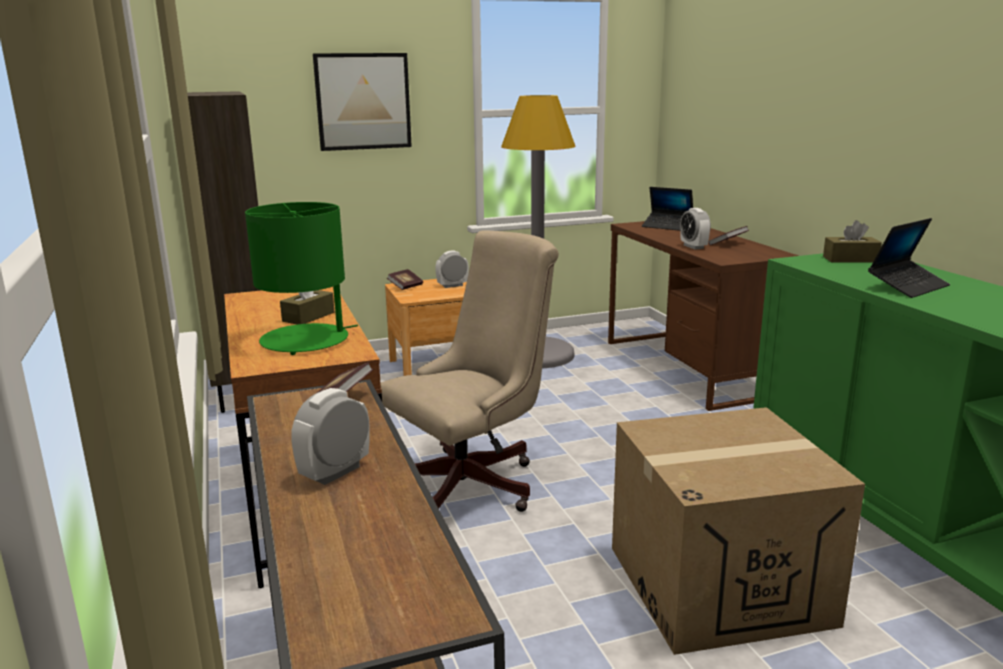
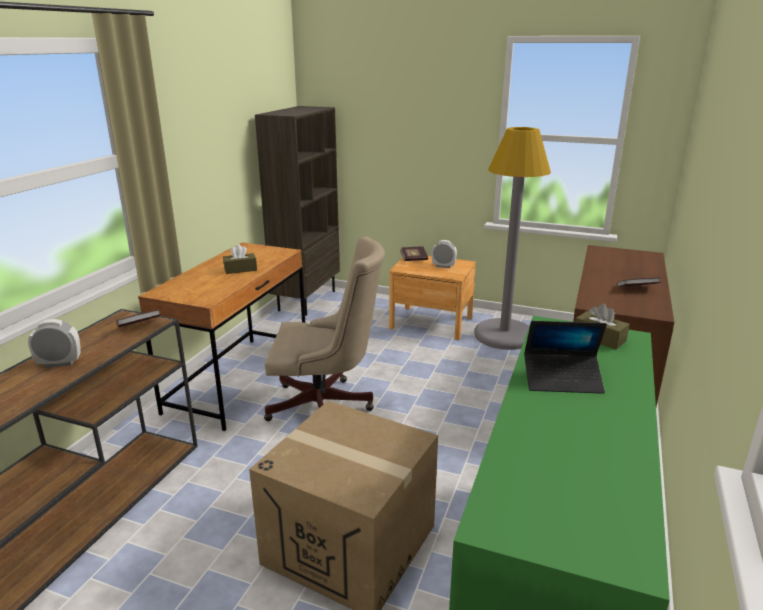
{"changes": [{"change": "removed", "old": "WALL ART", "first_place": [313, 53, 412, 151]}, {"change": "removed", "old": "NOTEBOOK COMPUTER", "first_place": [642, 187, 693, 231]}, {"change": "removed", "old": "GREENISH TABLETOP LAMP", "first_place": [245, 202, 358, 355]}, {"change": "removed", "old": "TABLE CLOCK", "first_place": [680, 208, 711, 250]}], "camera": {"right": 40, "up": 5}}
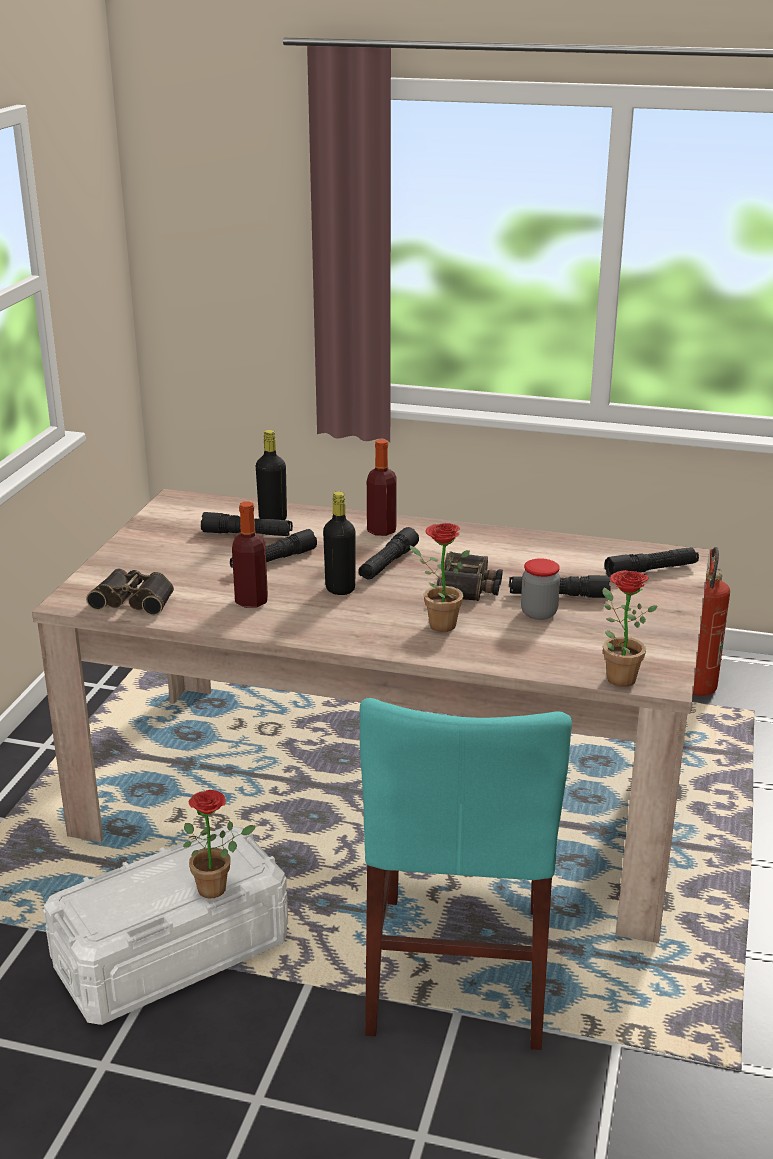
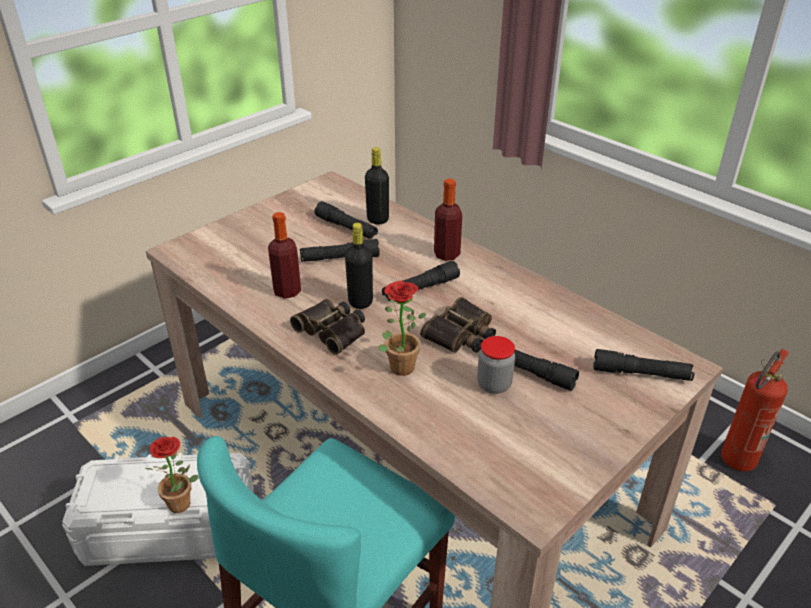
{"changes": [{"change": "moved", "old": "FIELD GLASSES", "first_place": [86, 569, 174, 616], "second_place": [290, 299, 365, 355]}, {"change": "removed", "old": "PLANT IN A POT", "first_place": [603, 570, 658, 687]}], "camera": {"right": 30, "up": 10}}
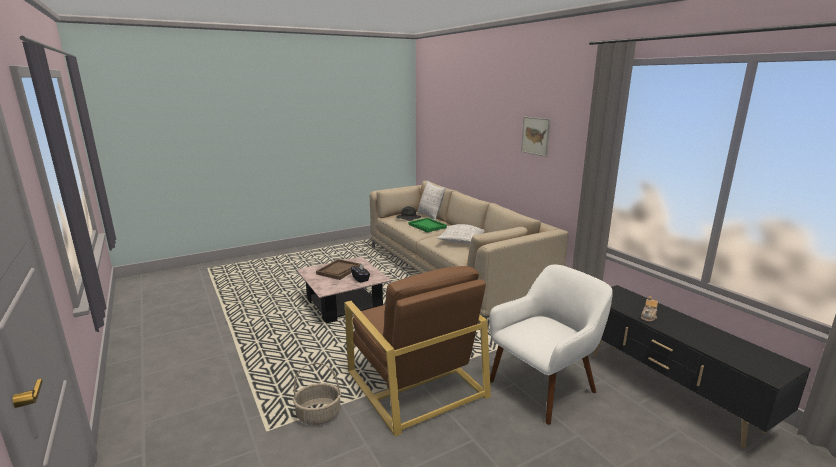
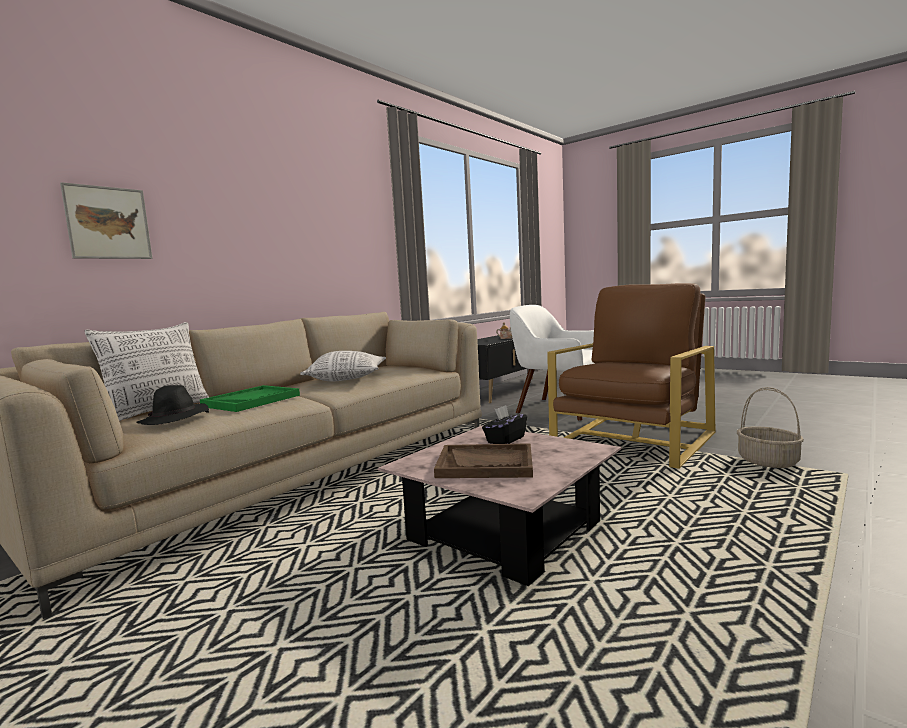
{"changes": [{"change": "moved", "old": "WALL ART", "first_place": [521, 117, 551, 157], "second_place": [60, 182, 153, 259]}], "camera": {"right": -110, "up": -10}}
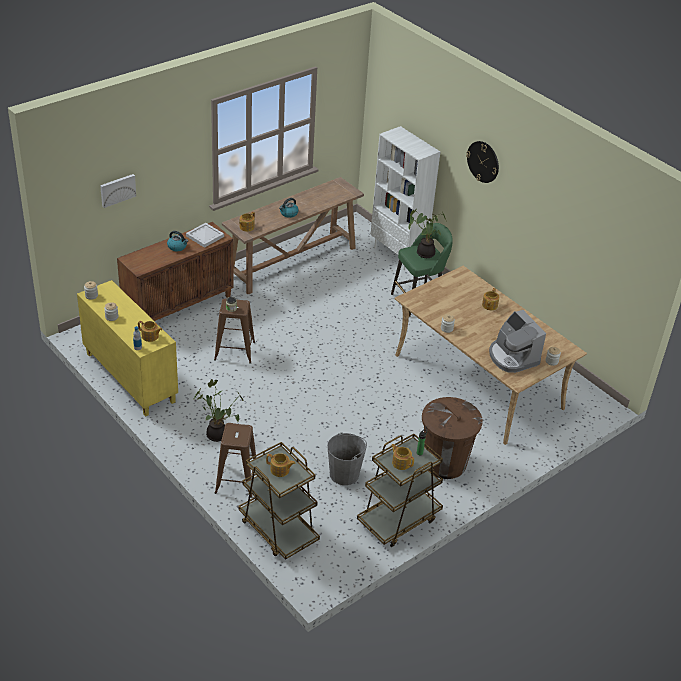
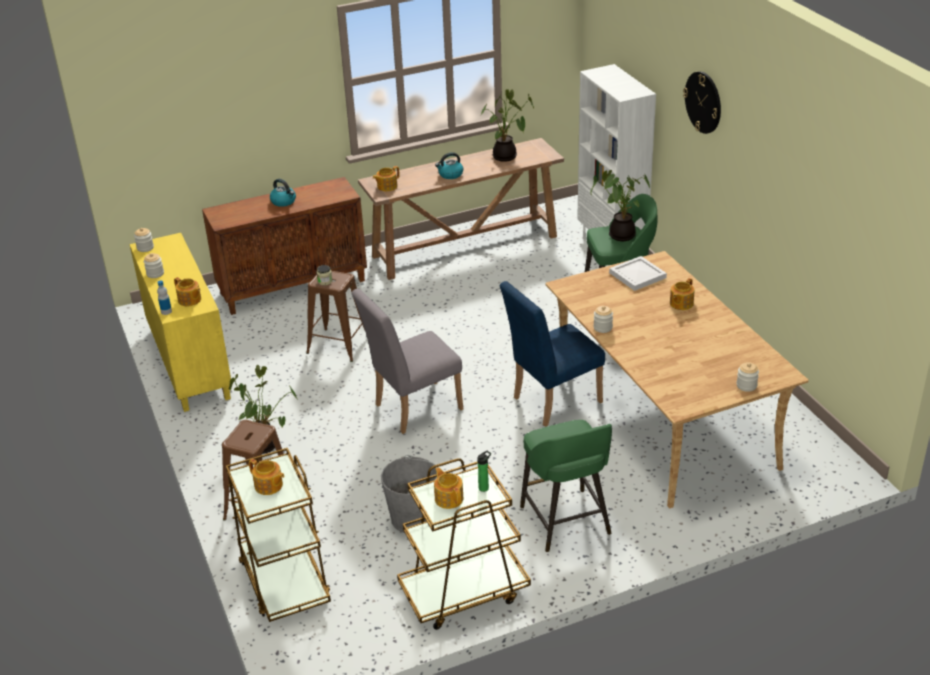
{"changes": [{"change": "removed", "old": "WALL ART", "first_place": [100, 174, 136, 208]}, {"change": "moved", "old": "WHITE-COLOURED TRAY", "first_place": [186, 223, 224, 248], "second_place": [609, 256, 667, 291]}, {"change": "removed", "old": "COFFEE MACHINE", "first_place": [489, 310, 546, 373]}, {"change": "replaced", "old": "BROWN RUBBISH BIN", "new": "GREENISH SITTING STOOL", "first_place": [422, 397, 483, 479], "second_place": [520, 420, 612, 552]}, {"change": "added", "new": "PLANT IN A POT", "second_place": [481, 89, 534, 162]}, {"change": "added", "new": "BLUISH UPRIGHT CHAIR", "second_place": [499, 281, 605, 427]}, {"change": "added", "new": "GRAY UPRIGHT CHAIR", "second_place": [351, 288, 463, 434]}], "camera": {"right": 20, "up": -5}}
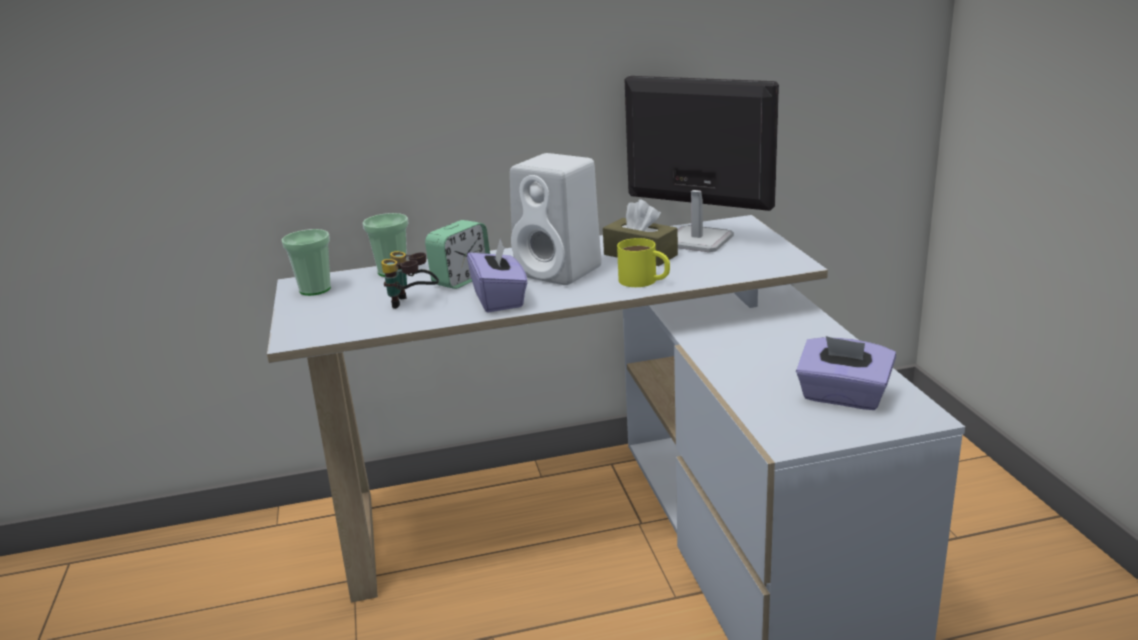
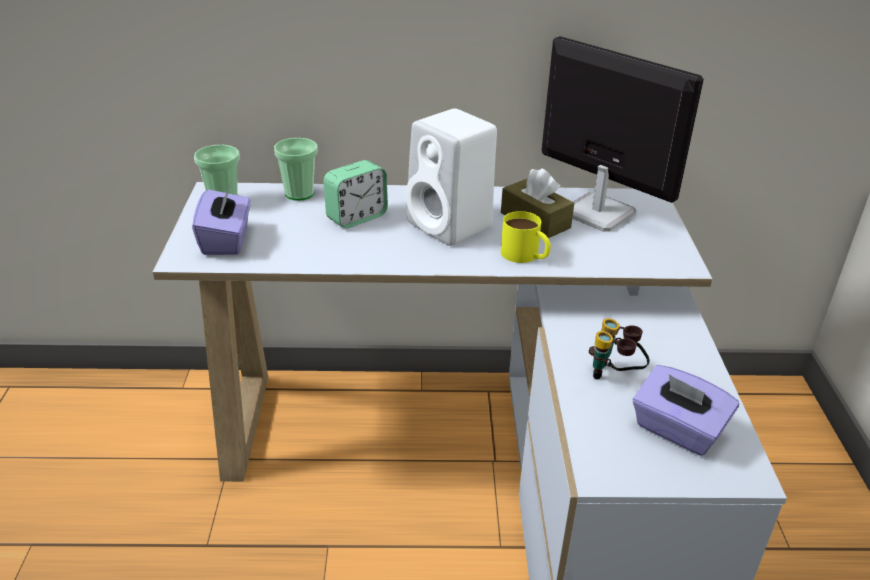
{"changes": [{"change": "moved", "old": "PURPLISH TISSUE HOLDER", "first_place": [467, 240, 528, 312], "second_place": [192, 185, 251, 255]}, {"change": "moved", "old": "FIELD GLASSES", "first_place": [381, 251, 439, 309], "second_place": [589, 318, 650, 379]}], "camera": {"right": 10, "up": 10}}
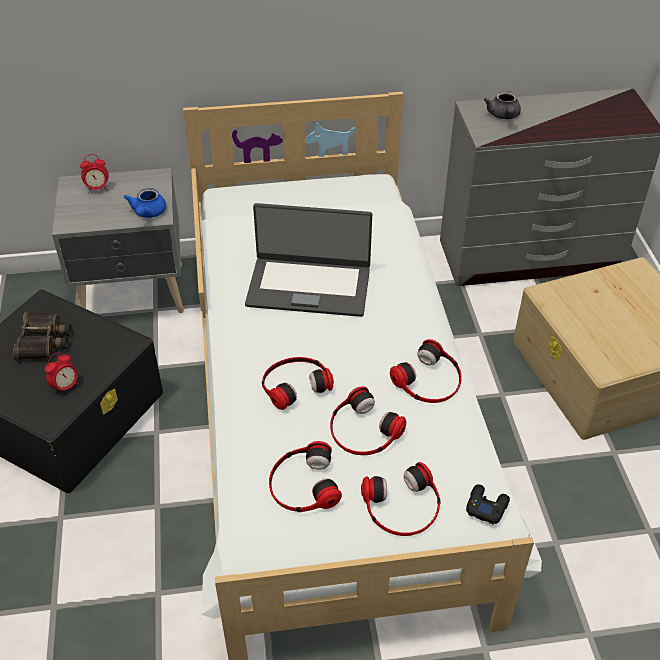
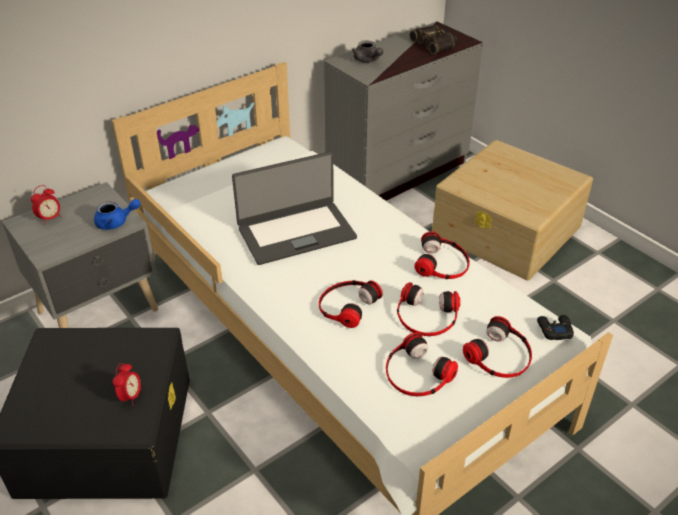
{"changes": [{"change": "turned", "old": "BLUISH POT FOR TEA", "first_place": [124, 188, 166, 218], "second_place": [94, 199, 141, 230], "degrees": -75}, {"change": "moved", "old": "FIELD GLASSES", "first_place": [13, 312, 72, 360], "second_place": [410, 25, 457, 55]}], "camera": {"right": -30, "up": -5}}
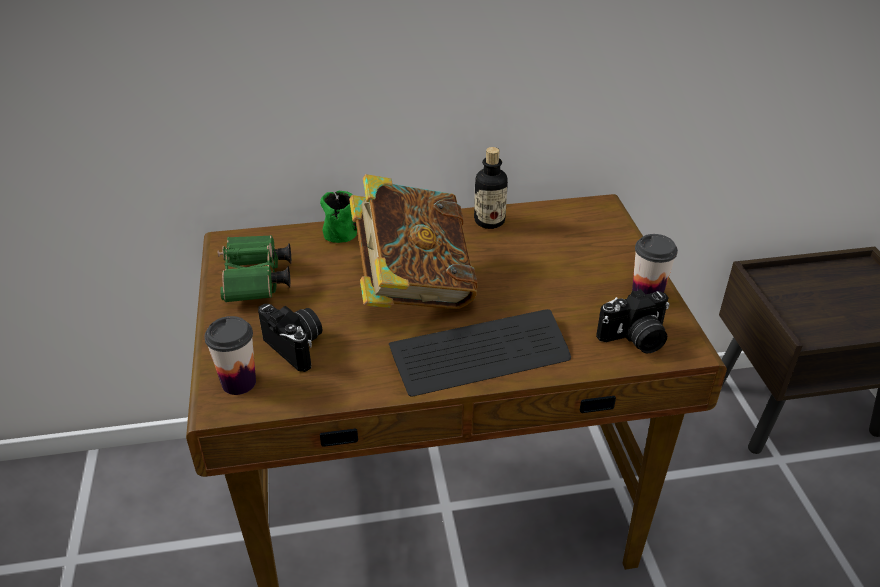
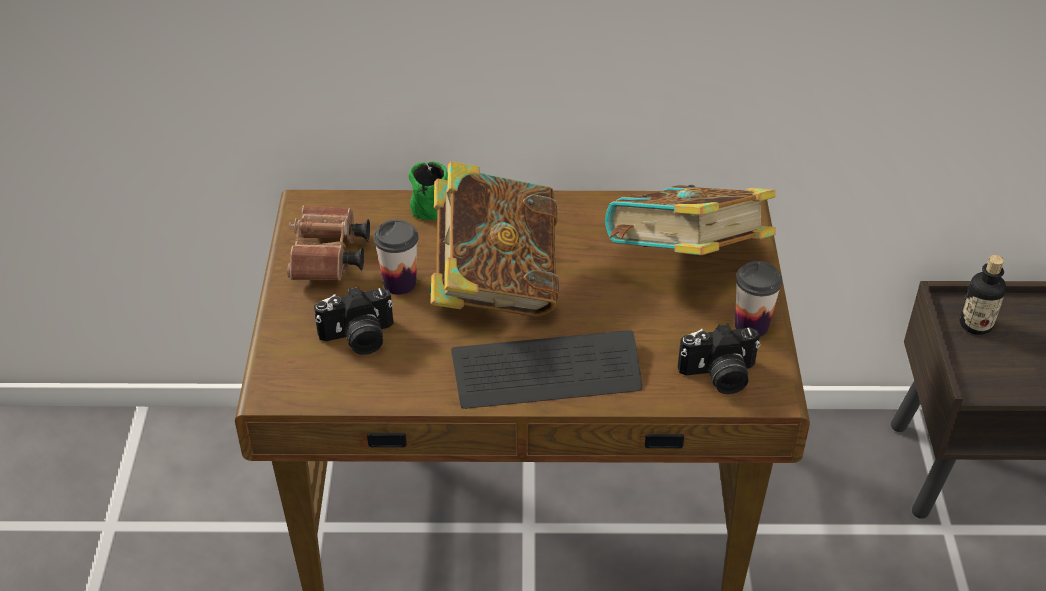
{"changes": [{"change": "moved", "old": "DRINK BOTTLE", "first_place": [474, 147, 508, 229], "second_place": [959, 255, 1006, 335]}, {"change": "recoloured", "old": "GREENISH FIELD GLASSES", "new": "BROWN FIELD GLASSES", "first_place": [218, 235, 291, 303], "second_place": [287, 205, 370, 281]}, {"change": "turned", "old": "PHOTO CAMERA", "first_place": [258, 304, 322, 372], "second_place": [314, 286, 393, 355], "degrees": 105}, {"change": "moved", "old": "SMALL CUP", "first_place": [204, 316, 256, 395], "second_place": [374, 219, 418, 295]}, {"change": "added", "new": "VOLUME", "second_place": [605, 185, 776, 255]}], "camera": {"right": 10, "up": 5}}
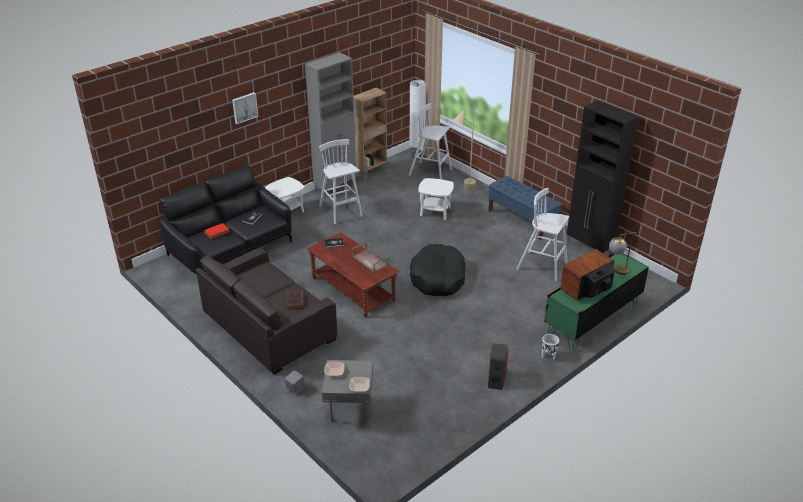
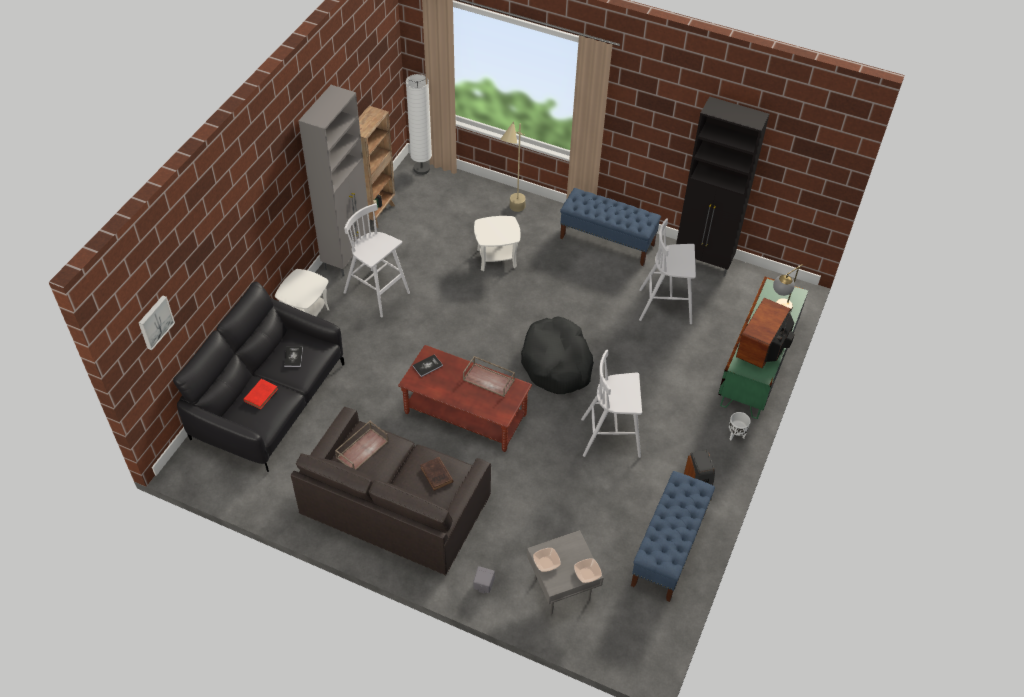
{"changes": [{"change": "moved", "old": "WALL ART", "first_place": [232, 92, 259, 124], "second_place": [139, 295, 175, 350]}, {"change": "moved", "old": "WHITE-COLOURED SITTING STOOL", "first_place": [409, 103, 452, 179], "second_place": [581, 349, 642, 458]}, {"change": "added", "new": "BROWN TRAY", "second_place": [335, 421, 389, 470]}, {"change": "added", "new": "BLUISH LONG SEAT", "second_place": [631, 471, 715, 602]}], "camera": {"right": -25, "up": 15}}
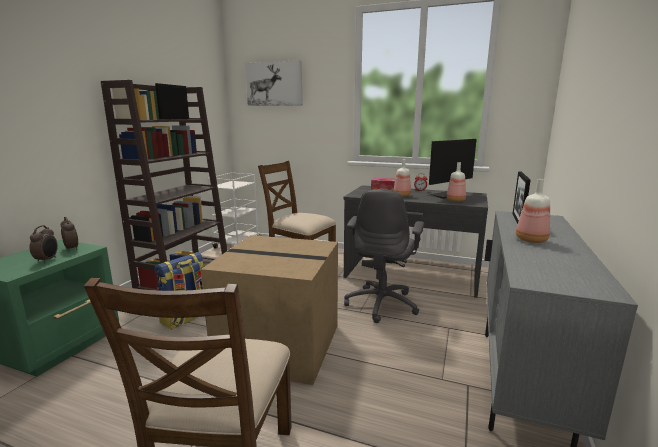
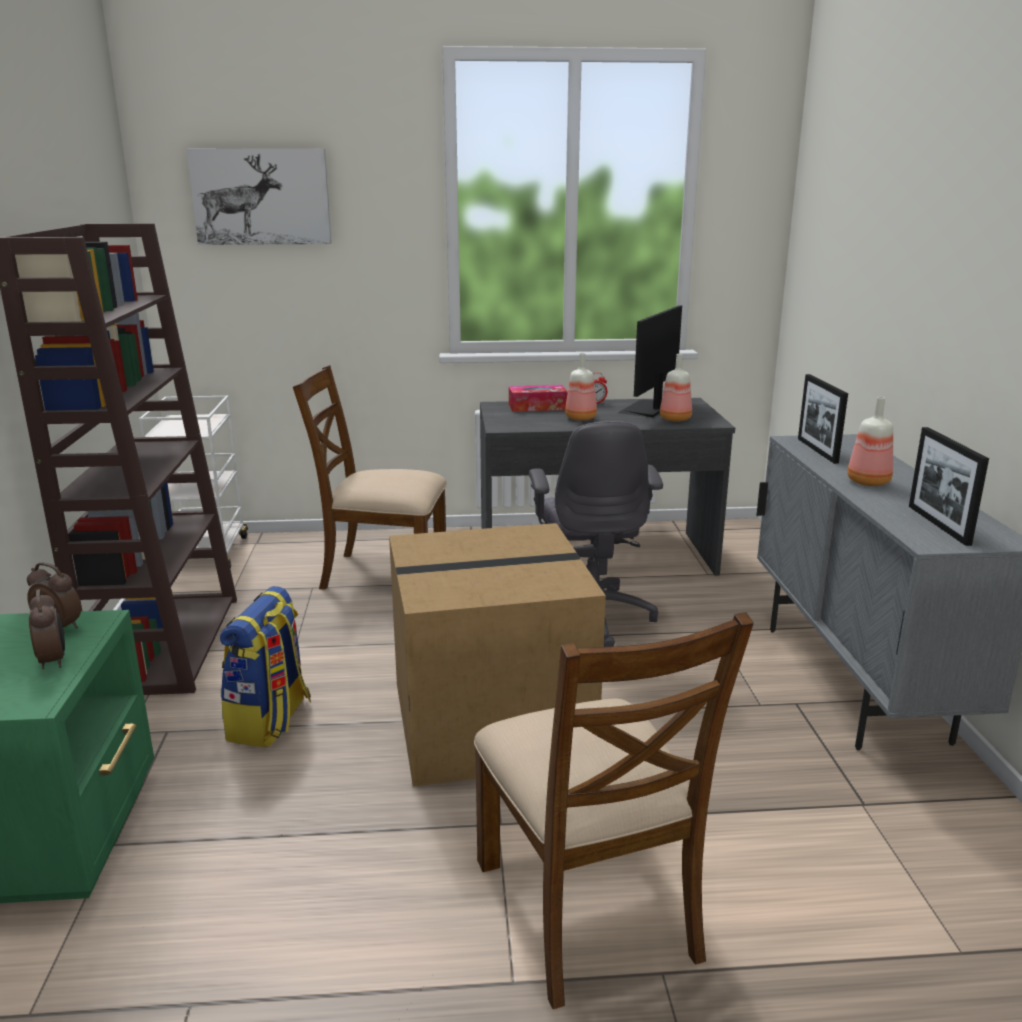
{"changes": [{"change": "moved", "old": "PHOTO FRAME", "first_place": [155, 83, 189, 120], "second_place": [909, 427, 989, 546]}], "camera": {"right": -25, "up": 5}}
